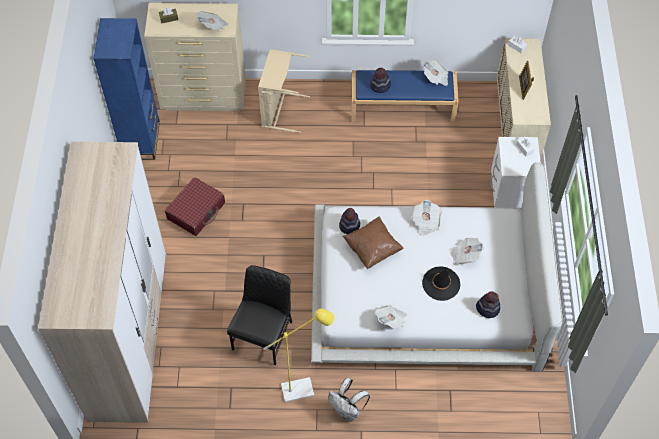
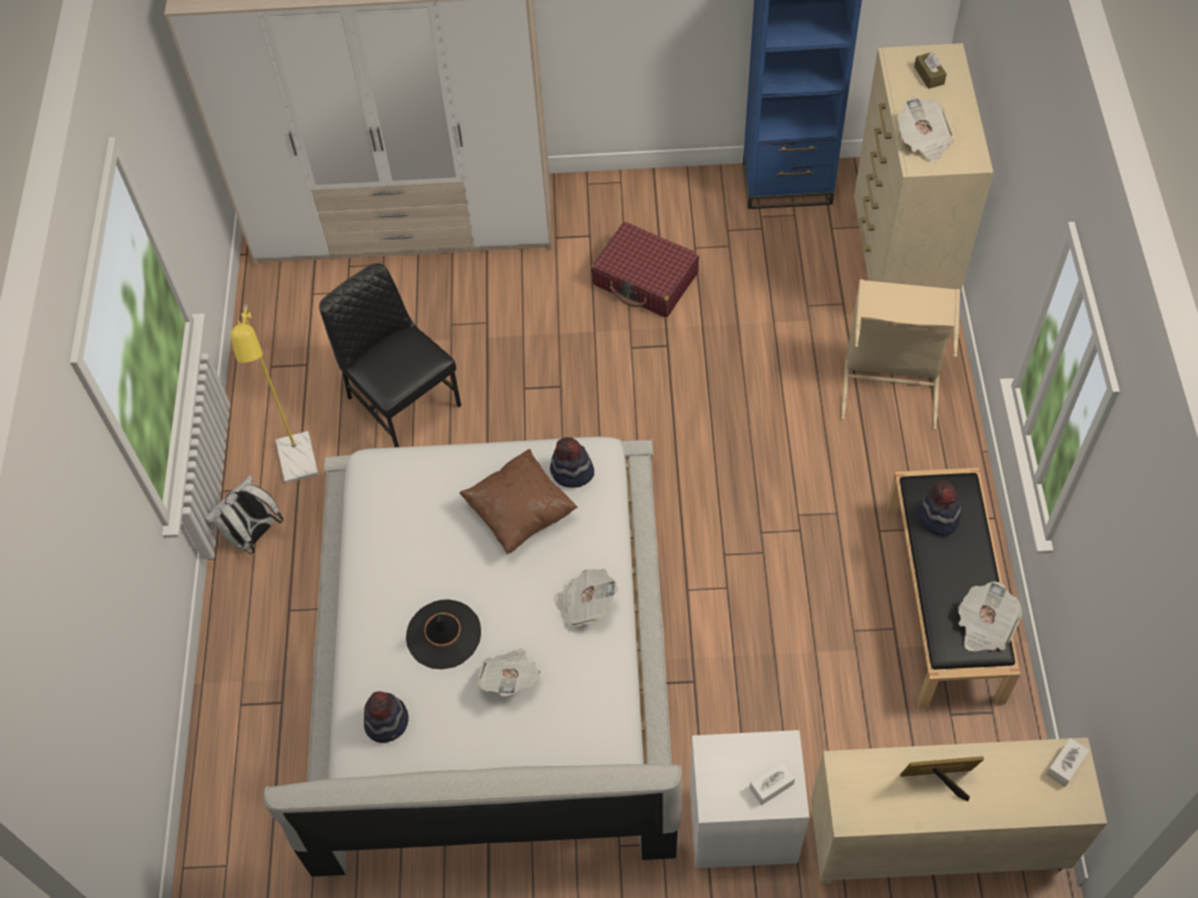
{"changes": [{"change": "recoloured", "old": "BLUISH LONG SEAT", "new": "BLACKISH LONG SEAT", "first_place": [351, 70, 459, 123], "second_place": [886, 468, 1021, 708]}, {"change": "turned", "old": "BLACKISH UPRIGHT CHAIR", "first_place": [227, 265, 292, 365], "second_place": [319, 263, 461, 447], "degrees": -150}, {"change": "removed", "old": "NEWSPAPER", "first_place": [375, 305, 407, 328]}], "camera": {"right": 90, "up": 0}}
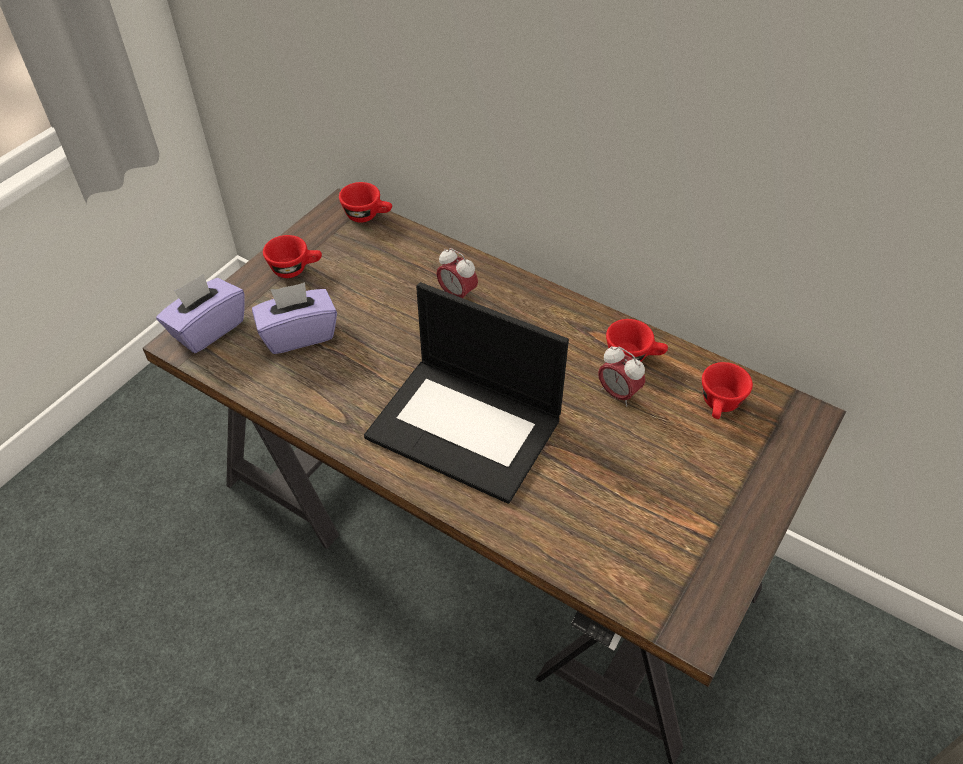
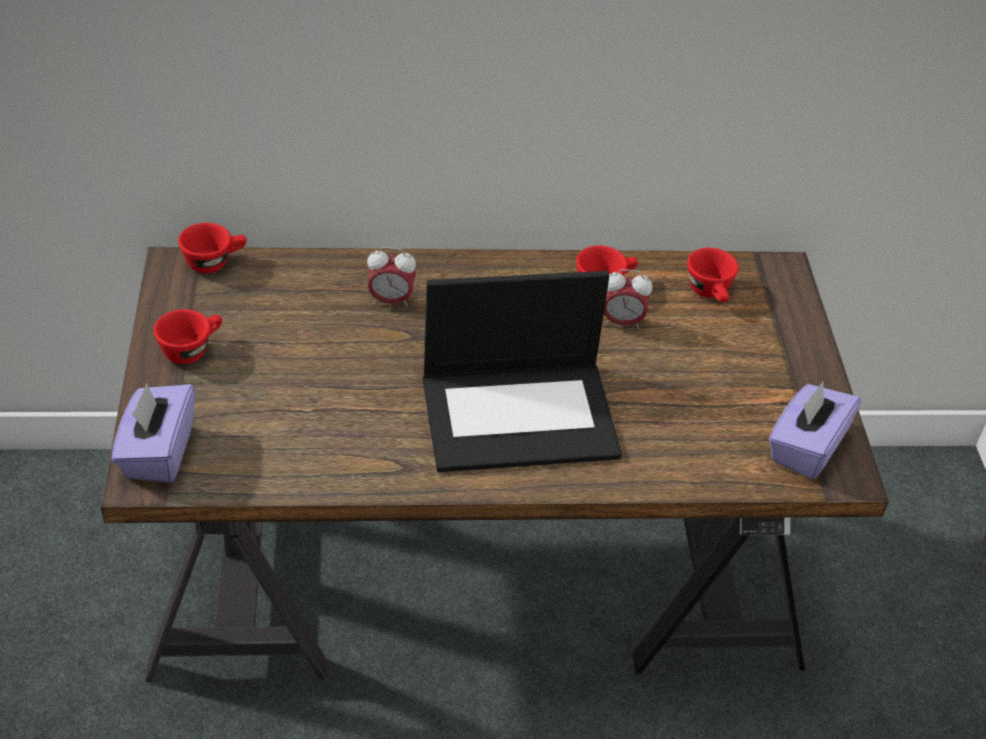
{"changes": [{"change": "moved", "old": "PURPLISH TISSUE HOLDER", "first_place": [252, 282, 337, 354], "second_place": [769, 382, 861, 480]}], "camera": {"right": -40, "up": -5}}
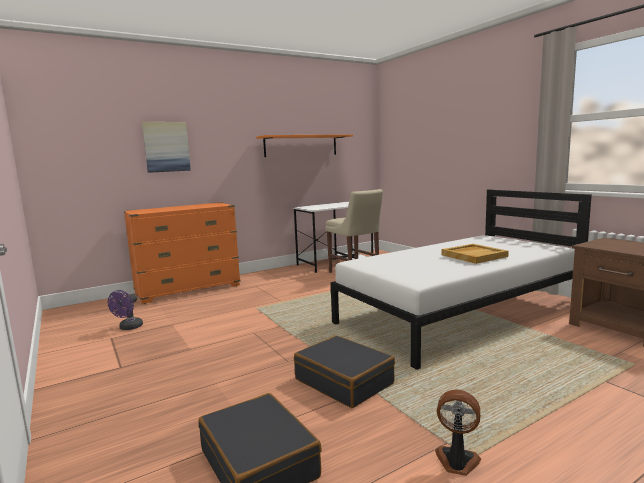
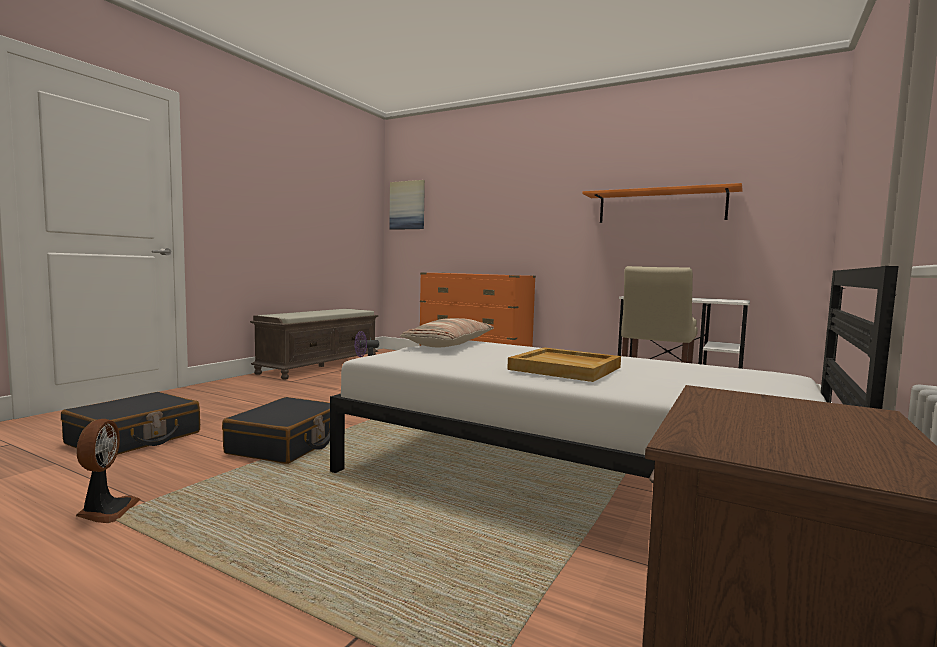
{"changes": [{"change": "moved", "old": "WALL ART", "first_place": [142, 122, 191, 173], "second_place": [389, 180, 425, 230]}, {"change": "added", "new": "BROWN LONG SEAT", "second_place": [250, 309, 379, 380]}, {"change": "added", "new": "PILLOW", "second_place": [400, 318, 494, 347]}], "camera": {"right": 60, "up": -5}}
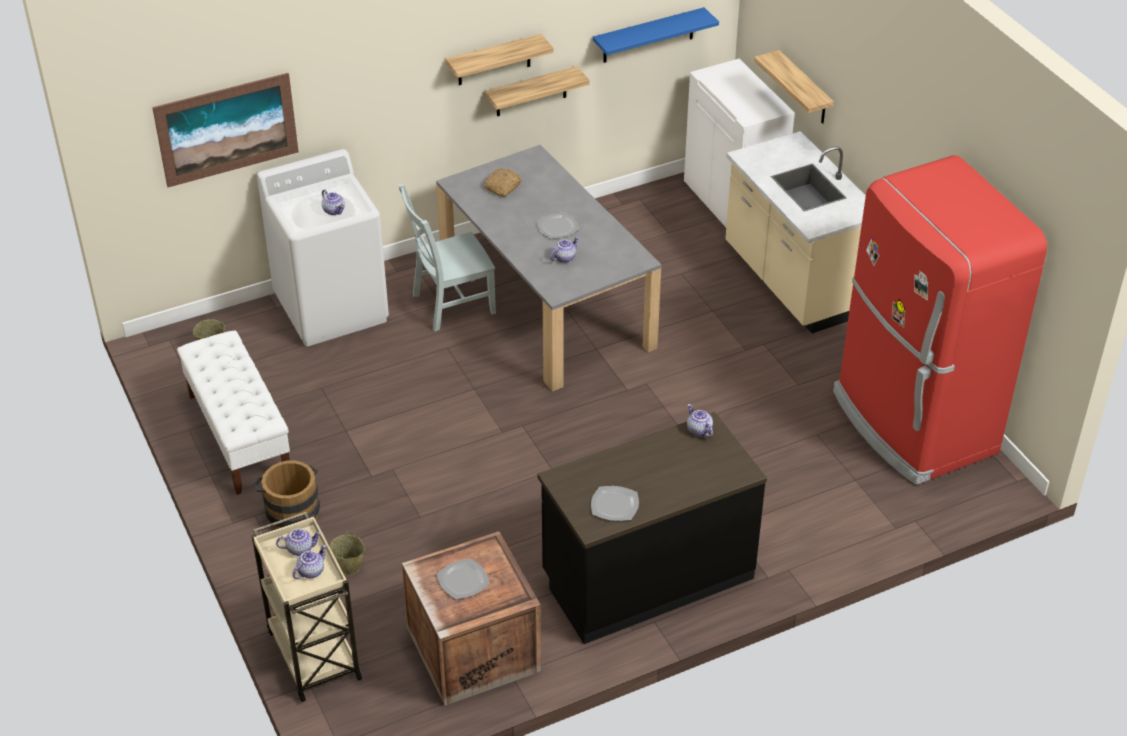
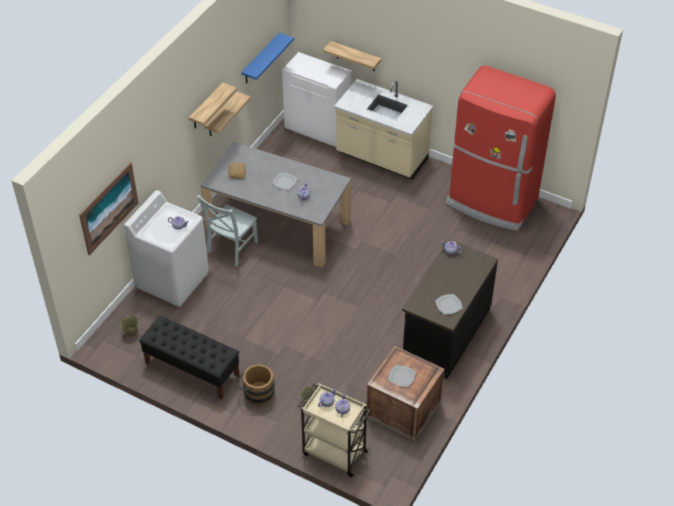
{"changes": [{"change": "recoloured", "old": "WHITE-COLOURED LONG SEAT", "new": "BLACKISH LONG SEAT", "first_place": [177, 330, 290, 495], "second_place": [139, 316, 240, 400]}], "camera": {"right": -35, "up": 5}}
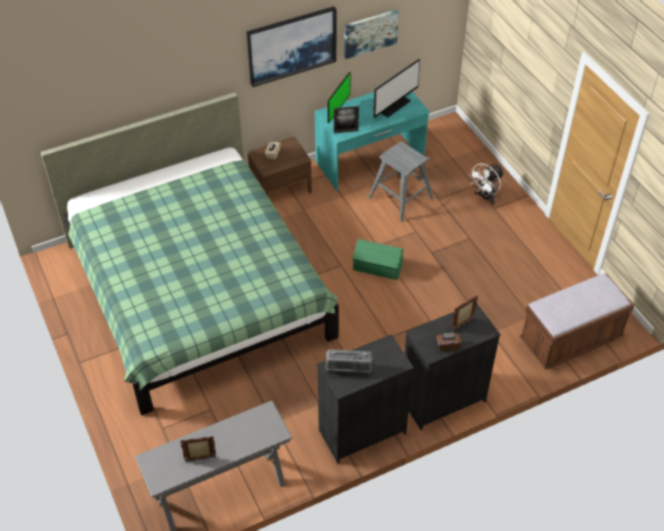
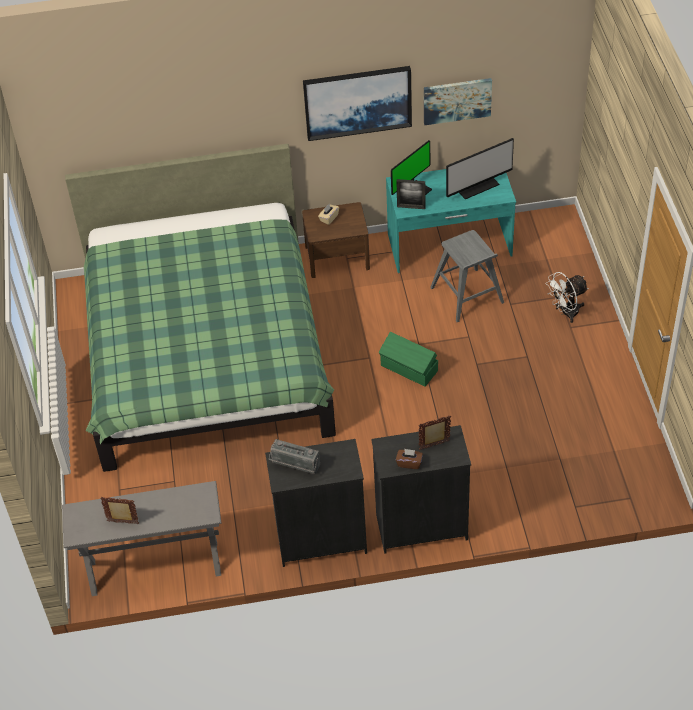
{"changes": [{"change": "removed", "old": "BROWN LONG SEAT", "first_place": [520, 273, 634, 369]}], "camera": {"right": 20, "up": 0}}
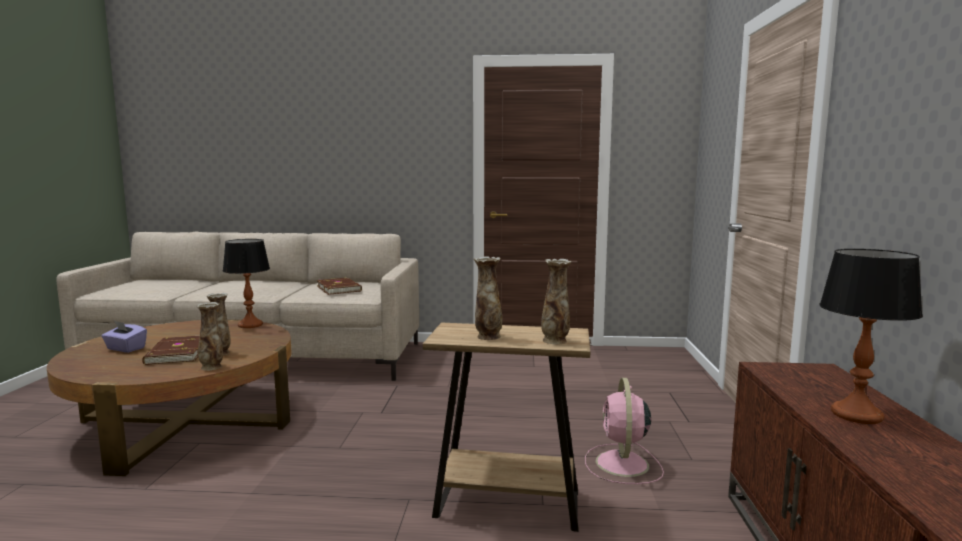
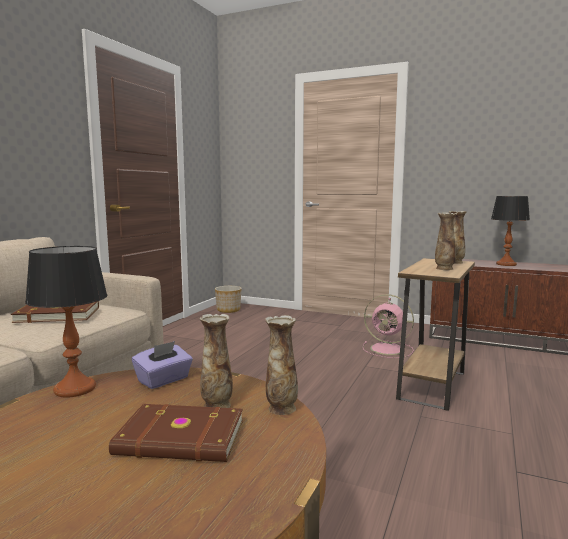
{"changes": [{"change": "moved", "old": "PURPLISH TISSUE HOLDER", "first_place": [101, 321, 147, 353], "second_place": [132, 341, 193, 389]}, {"change": "added", "new": "FLOWER POT", "second_place": [215, 286, 242, 313]}], "camera": {"right": -70, "up": 0}}
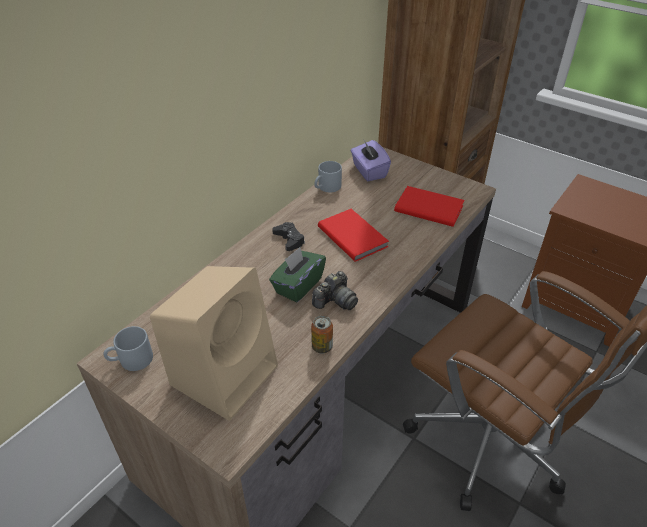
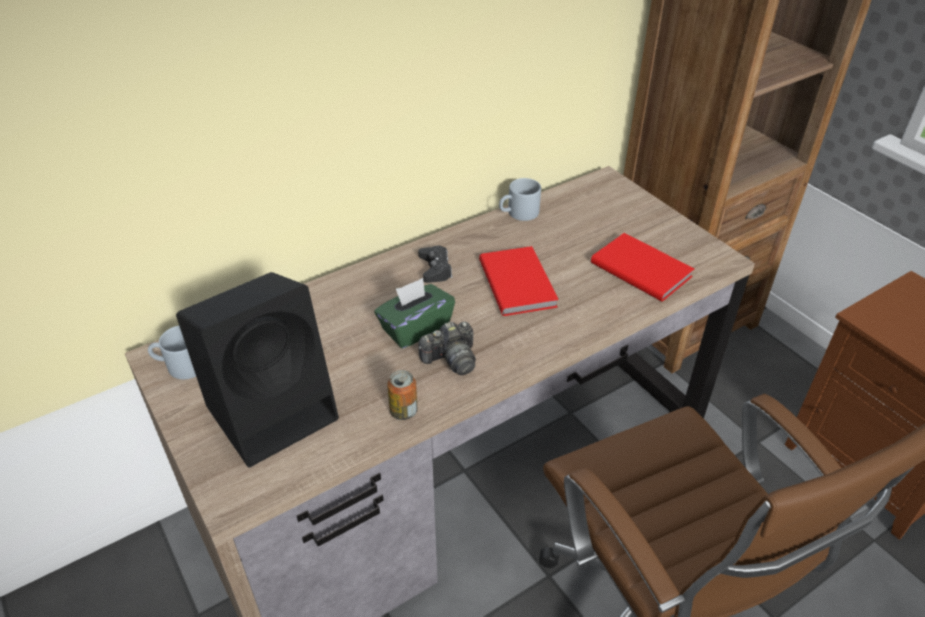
{"changes": [{"change": "removed", "old": "PURPLISH TISSUE HOLDER", "first_place": [351, 140, 391, 181]}, {"change": "recoloured", "old": "BEIGE SPEAKER", "new": "BLACKISH SPEAKER", "first_place": [150, 266, 278, 421], "second_place": [176, 272, 339, 468]}], "camera": {"right": 20, "up": 0}}
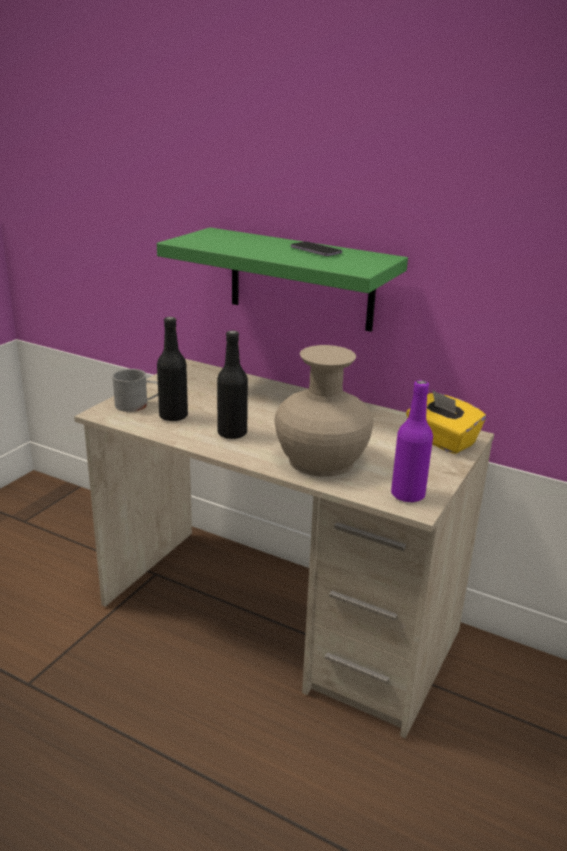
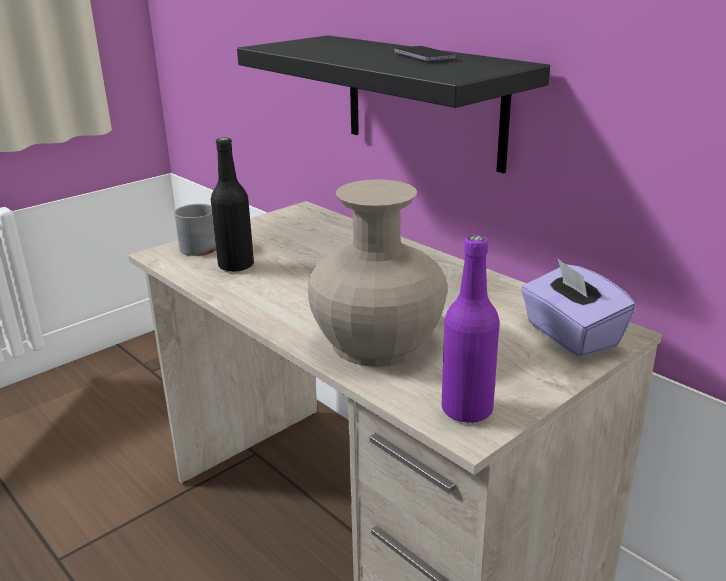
{"changes": [{"change": "recoloured", "old": "GREENISH WALL SHELF", "new": "BLACKISH WALL SHELF", "first_place": [157, 227, 408, 332], "second_place": [237, 35, 550, 173]}, {"change": "removed", "old": "BLACKISH DRINK BOTTLE", "first_place": [217, 331, 248, 439]}, {"change": "recoloured", "old": "YELLOW TISSUE HOLDER", "new": "PURPLISH TISSUE HOLDER", "first_place": [406, 390, 486, 454], "second_place": [521, 258, 636, 357]}], "camera": {"right": 20, "up": 0}}
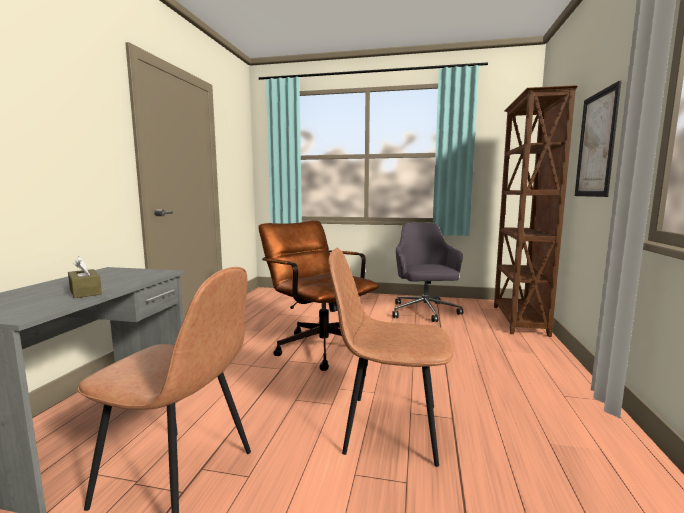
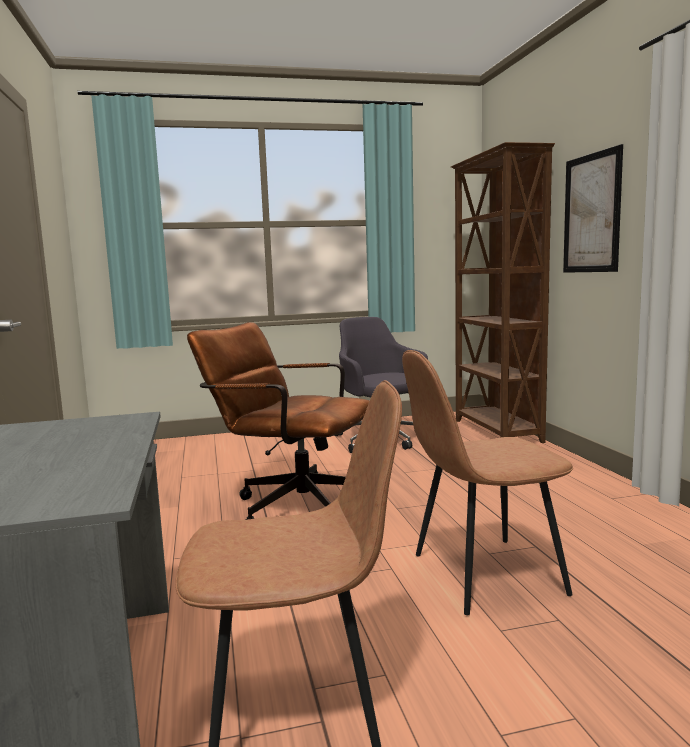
{"changes": [{"change": "removed", "old": "BROWN TISSUE HOLDER", "first_place": [68, 256, 102, 298]}], "camera": {"right": -25, "up": 0}}
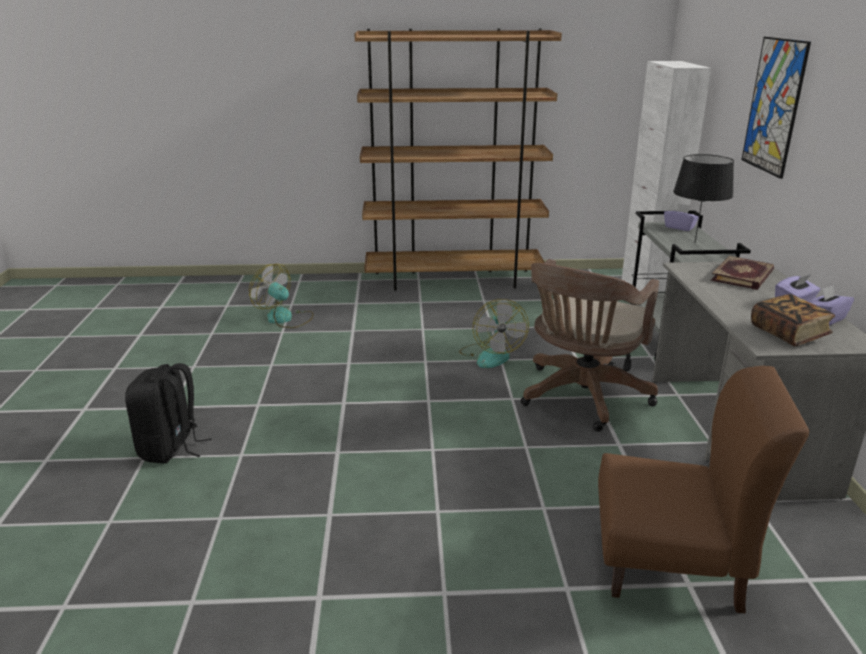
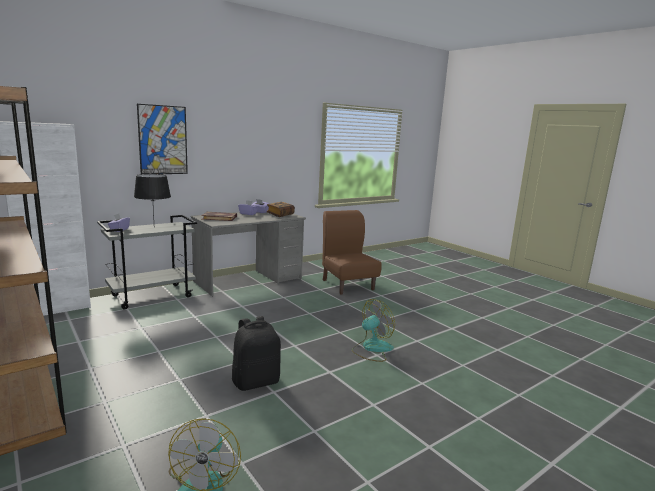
{"changes": [{"change": "removed", "old": "BROWN OFFICE CHAIR", "first_place": [521, 259, 659, 432]}, {"change": "moved", "old": "COOLING FAN", "first_place": [459, 299, 529, 368], "second_place": [352, 299, 395, 362]}, {"change": "moved", "old": "BLACKISH RUCKSACK", "first_place": [125, 363, 212, 464], "second_place": [232, 316, 281, 391]}], "camera": {"right": -125, "up": -10}}
